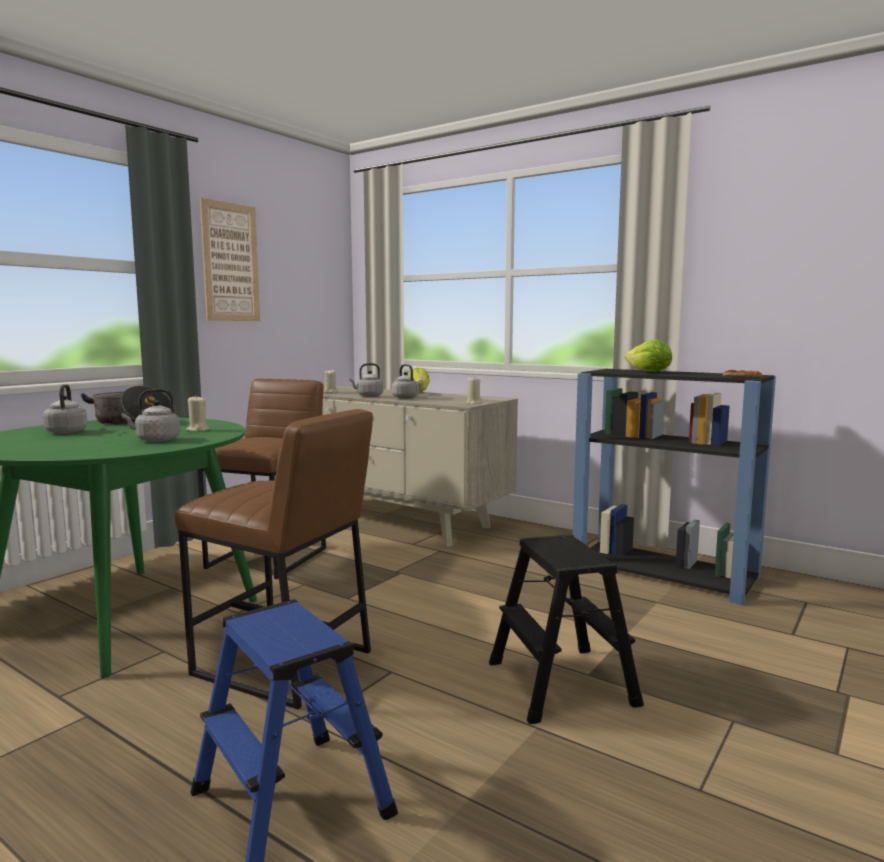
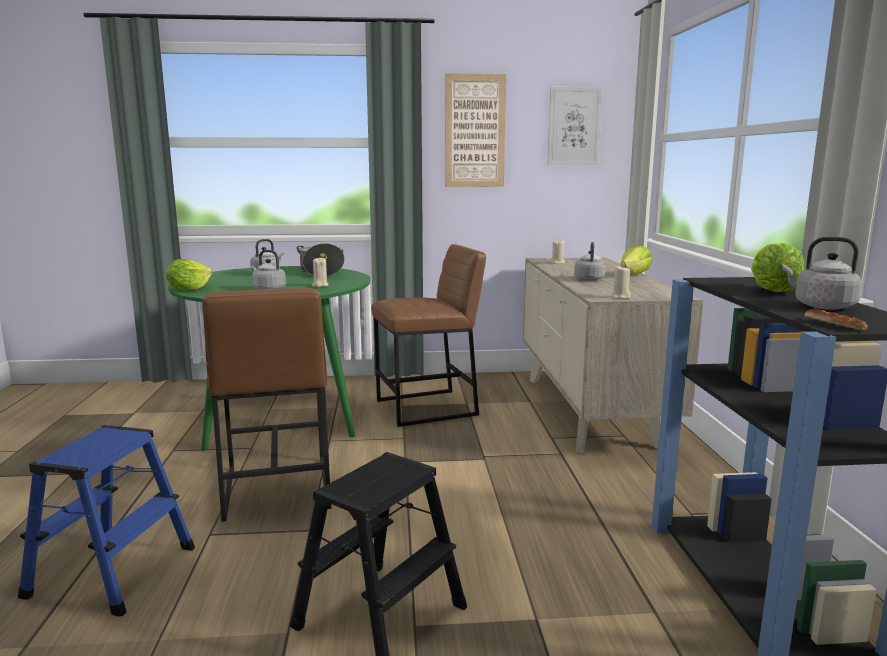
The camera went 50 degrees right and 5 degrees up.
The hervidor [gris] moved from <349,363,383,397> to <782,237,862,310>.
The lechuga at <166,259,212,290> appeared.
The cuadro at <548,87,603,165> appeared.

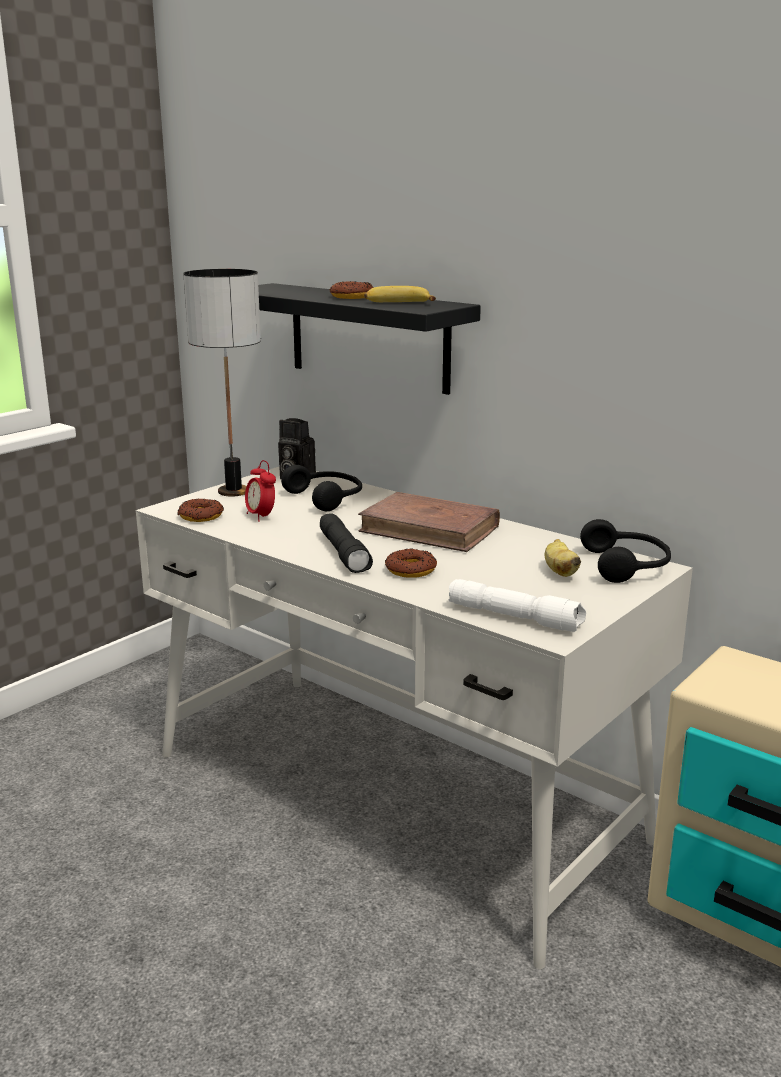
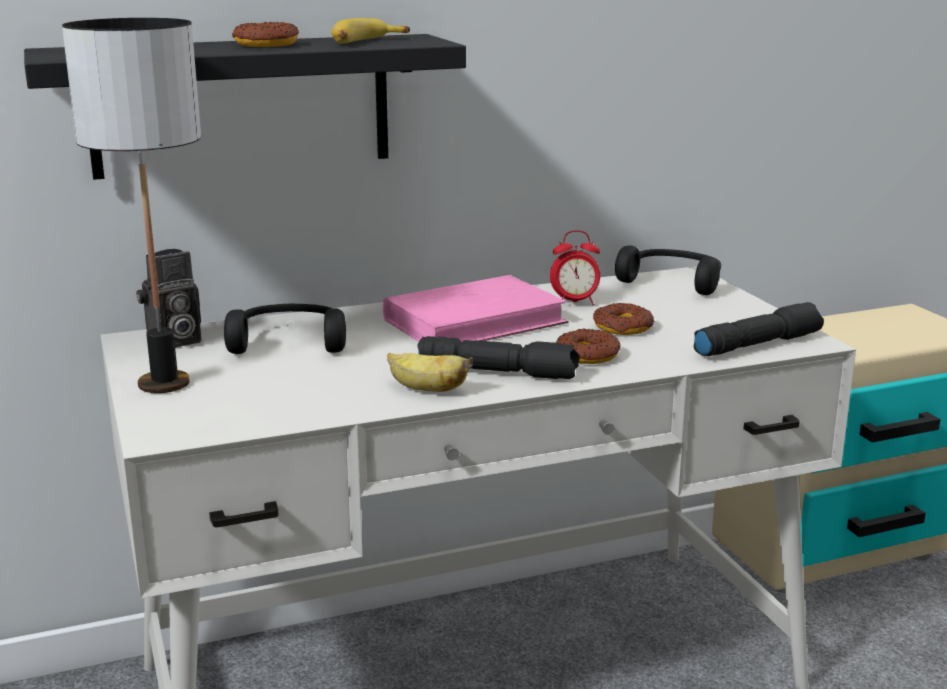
The camera went 60 degrees left and 0 degrees up.
The rosquilla moved from <177,498,224,522> to <593,303,655,335>.
The despertador moved from <245,460,276,522> to <550,230,600,305>.
The libro [marrón] at <358,492,500,552> became the libro [rosa] at <383,275,569,342>.
The linterna [blanco] at <449,579,586,632> became the linterna [negro] at <694,302,824,356>.
The plátano moved from <545,539,581,577> to <387,353,473,392>.

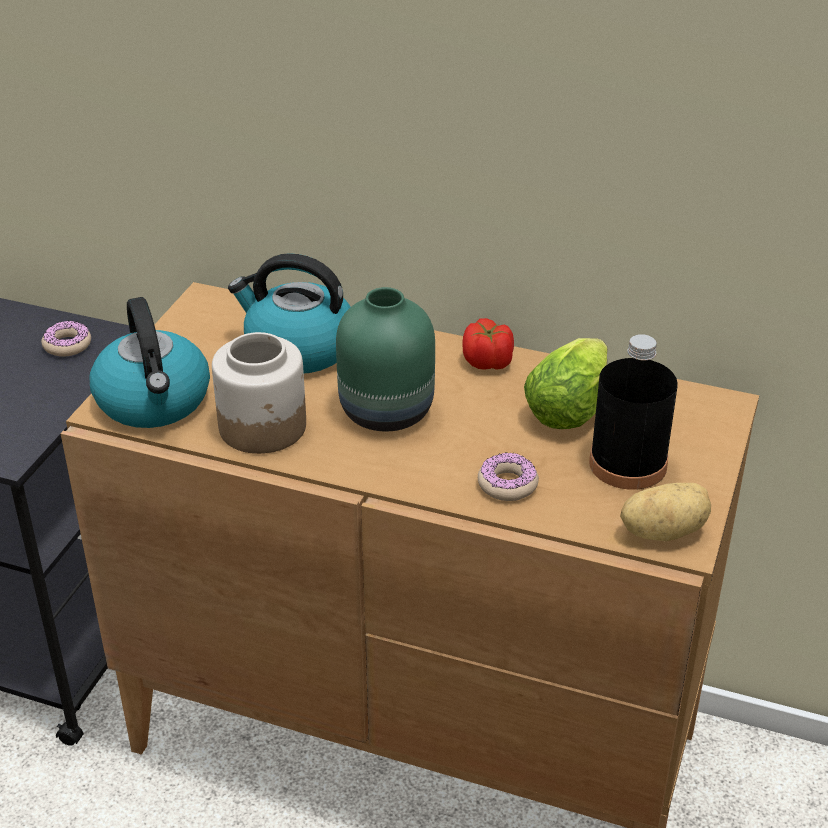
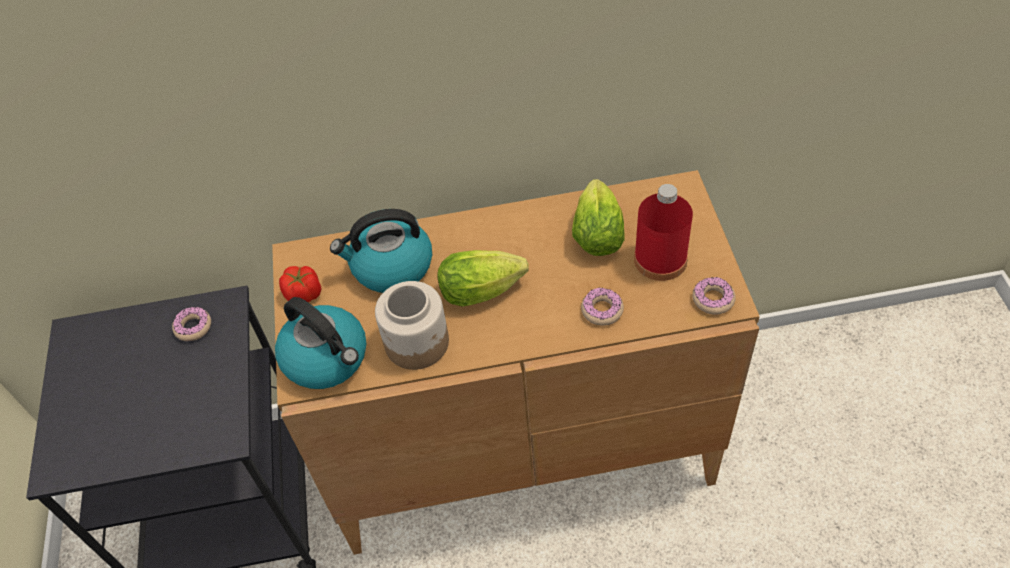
The camera went 25 degrees left and 15 degrees up.
The florero [verde] at <336,287,435,431> was replaced by the lechuga at <437,250,529,307>.
The tomate moved from <463,318,514,370> to <279,266,321,302>.
The botella [negro] at <589,334,678,490> became the botella [rojo] at <634,184,693,281>.
The patata at <620,483,711,541> was replaced by the rosquilla at <693,277,736,315>.

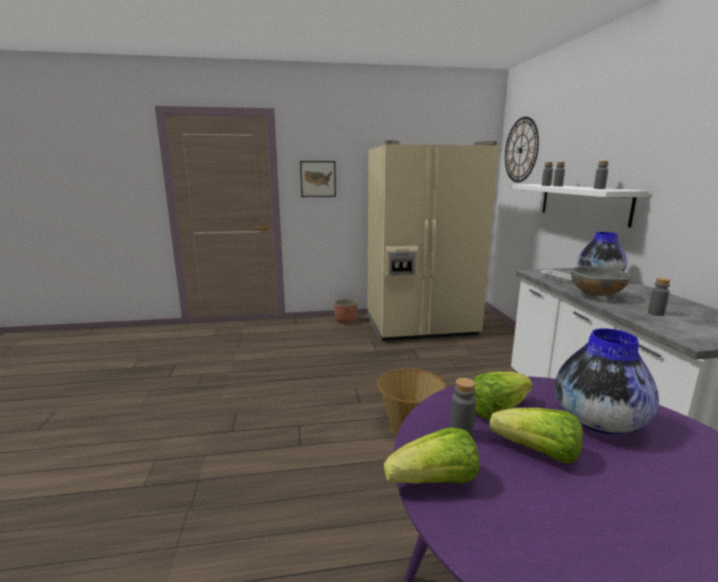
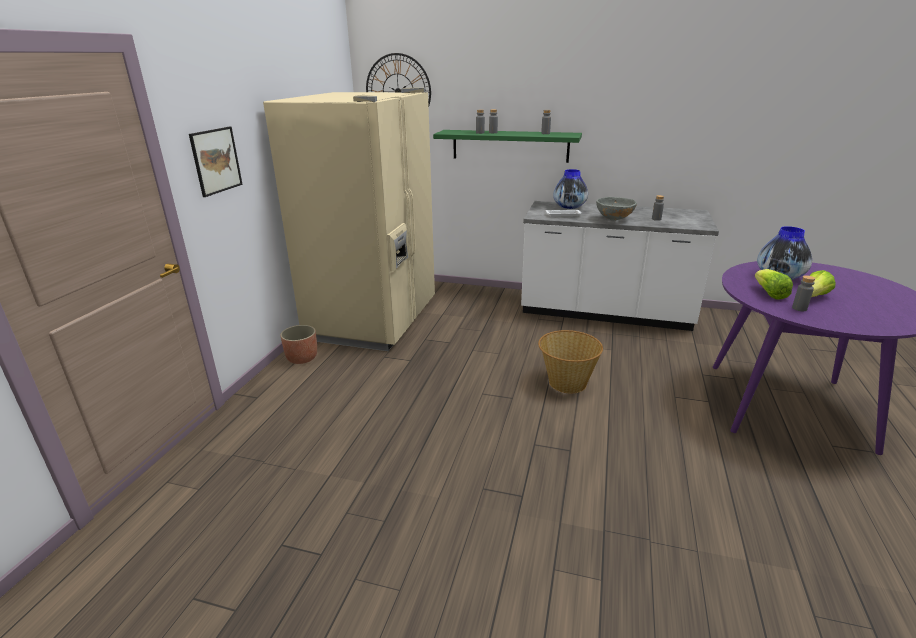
The camera went 65 degrees left and 10 degrees up.
The lechuga at <384,427,479,484> disappeared.
The estante [blanco] at <510,184,649,228> became the estante [verde] at <433,130,582,163>.

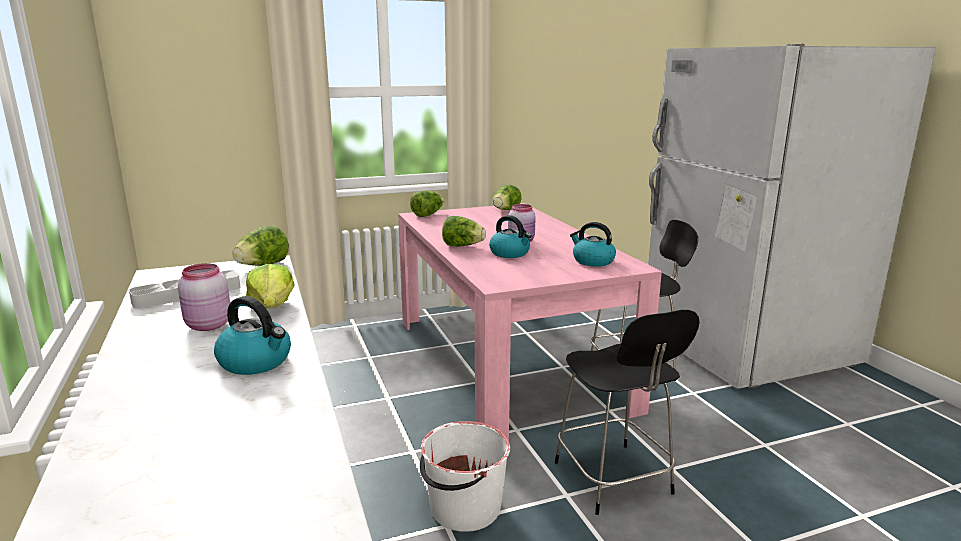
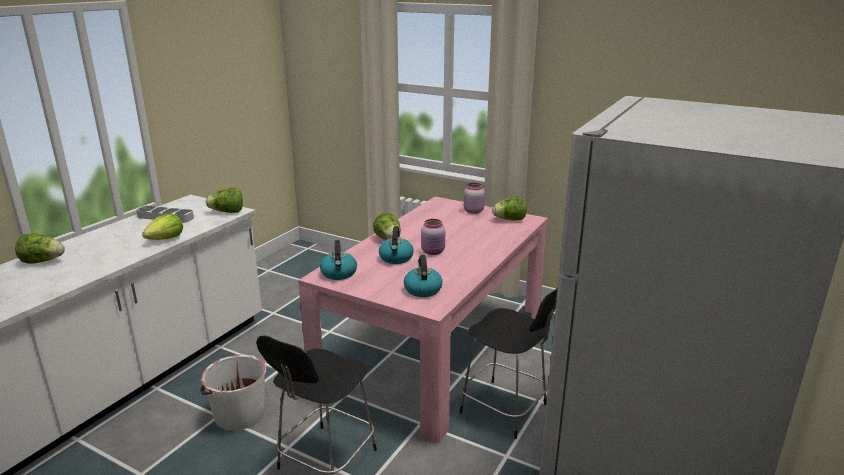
The camera went 50 degrees right and 5 degrees up.
The tarro [rosa] moved from <178,263,230,331> to <464,183,485,214>.
The hervidor moved from <214,296,291,375> to <320,240,357,280>.
The lechuga moved from <410,191,444,217> to <15,233,65,264>.

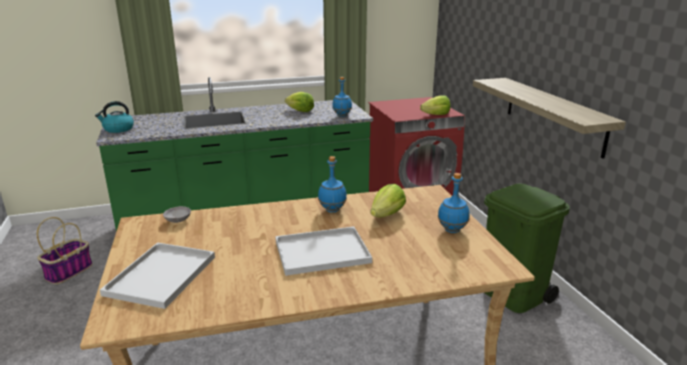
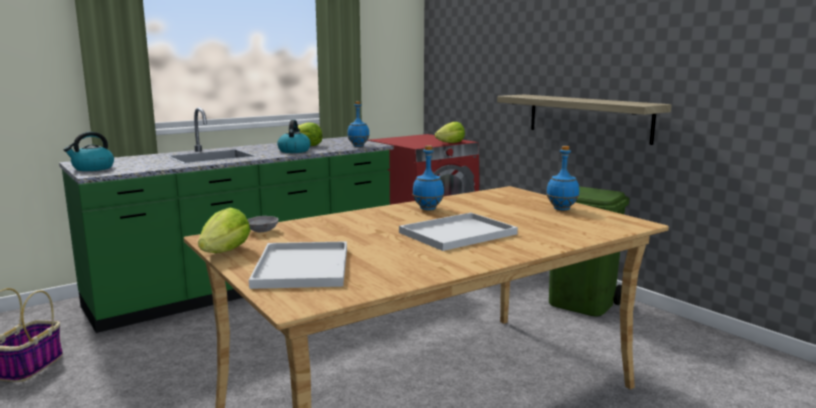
The camera went 20 degrees left and 10 degrees down.
The lechuga moved from <370,184,406,218> to <198,208,251,253>.
The hervidor at <277,120,311,153> appeared.

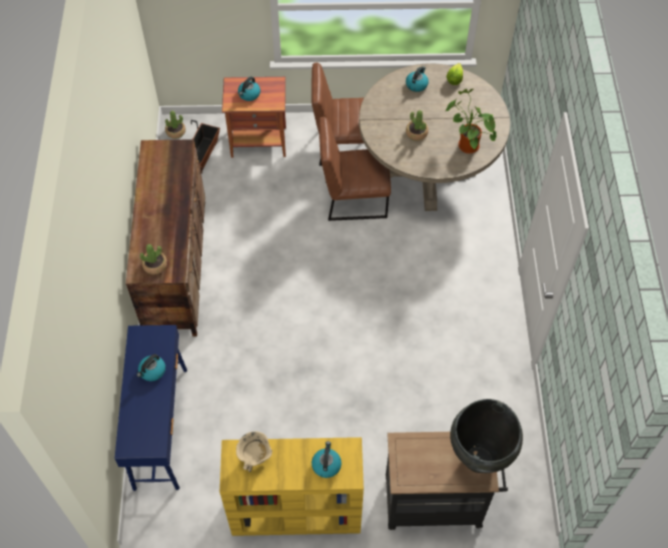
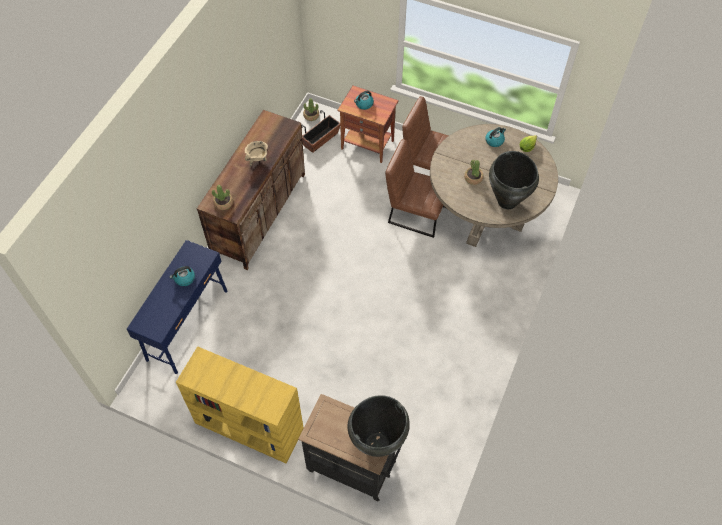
The camera went 25 degrees right and 0 degrees up.
The olla [beis] moved from <236,431,272,472> to <245,141,268,166>.
The hervidor at <312,441,341,478> disappeared.
The planta en maceta at <446,89,496,154> was replaced by the florero [negro] at <489,151,539,209>.

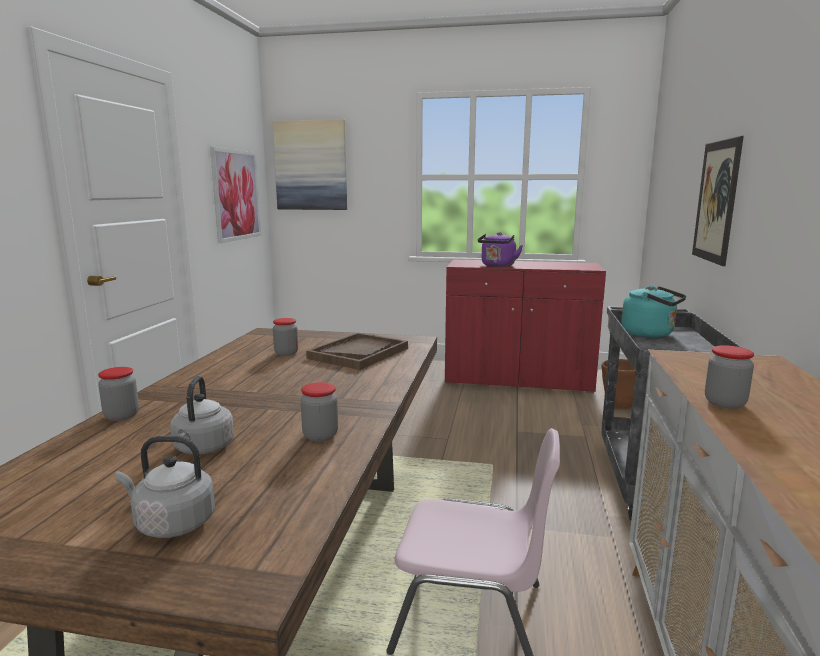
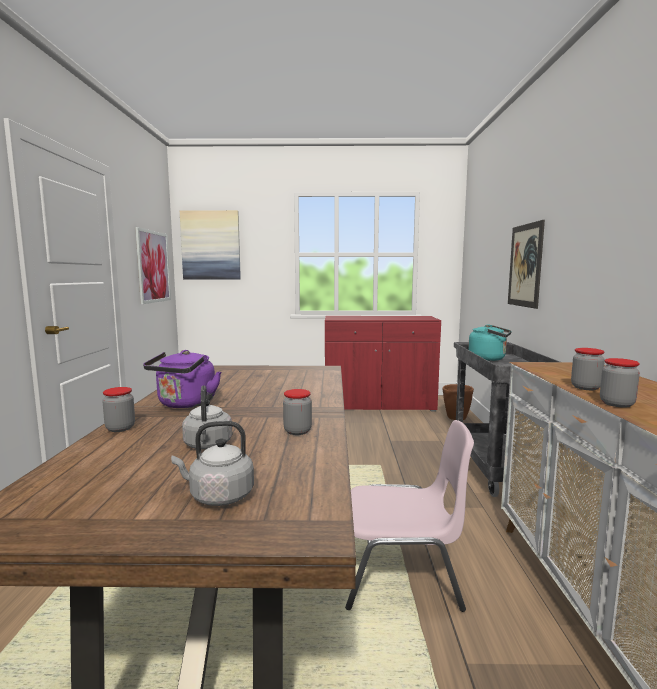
The camera went 10 degrees left and 5 degrees down.
The tarro moved from <273,318,298,356> to <600,358,640,408>.
The bandeja [marrón] at <306,333,408,370> disappeared.
The hervidor [morado] moved from <478,232,523,267> to <143,350,221,408>.

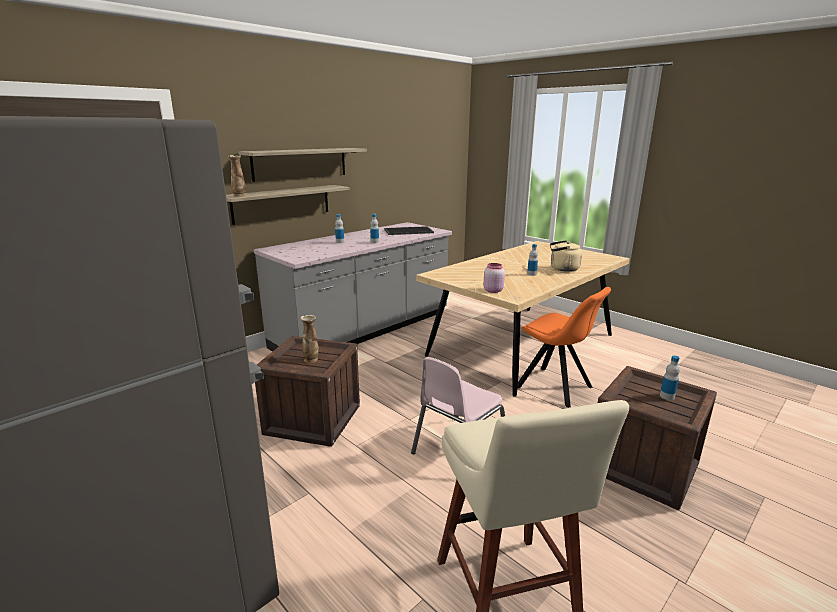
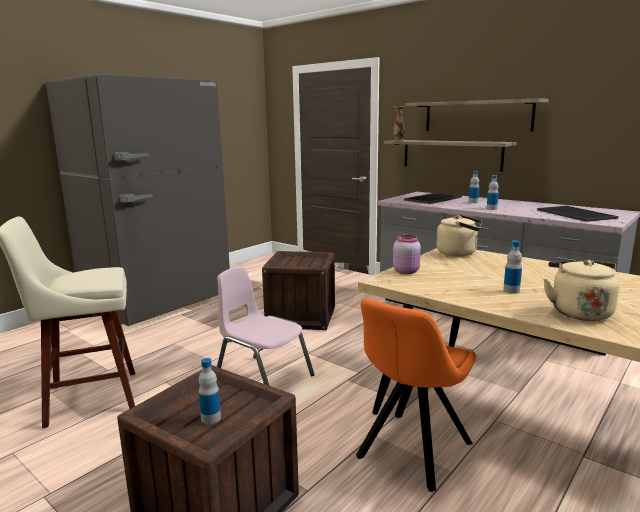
The camera went 85 degrees right and 5 degrees down.
The florero at <301,315,319,363> disappeared.
The bandeja at <404,193,462,204> appeared.
The hervidor [beis] at <436,215,482,256> appeared.

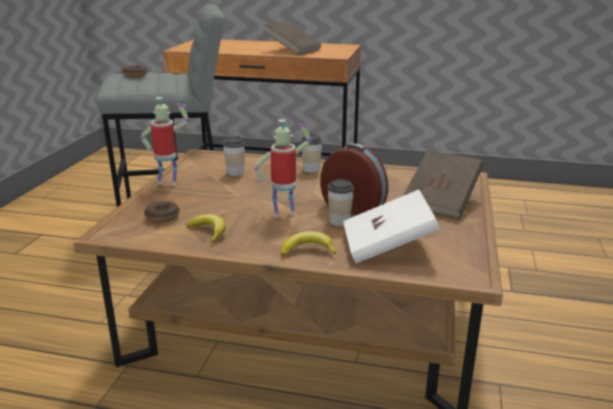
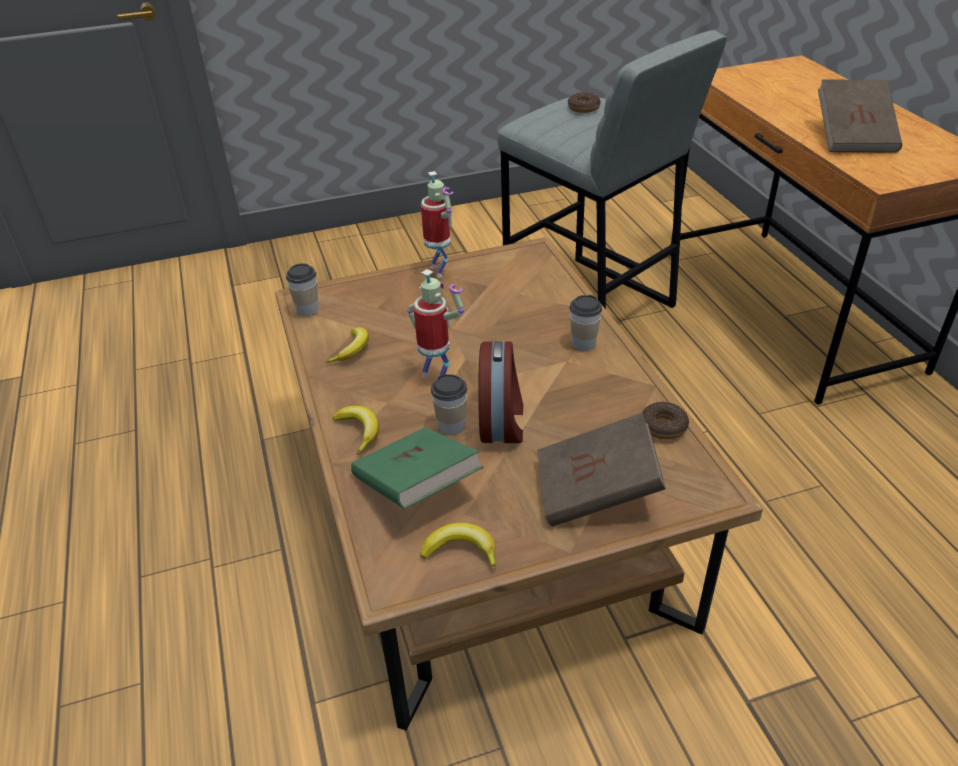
The camera went 60 degrees right and 15 degrees up.
The rosquilla moved from <144,201,179,223> to <643,402,689,440>.
The taza moved from <223,136,245,176> to <286,263,319,316>.
The libro [blanco] at <343,190,440,264> became the libro [verde] at <351,427,483,509>.
The plátano at <421,523,496,570> appeared.

